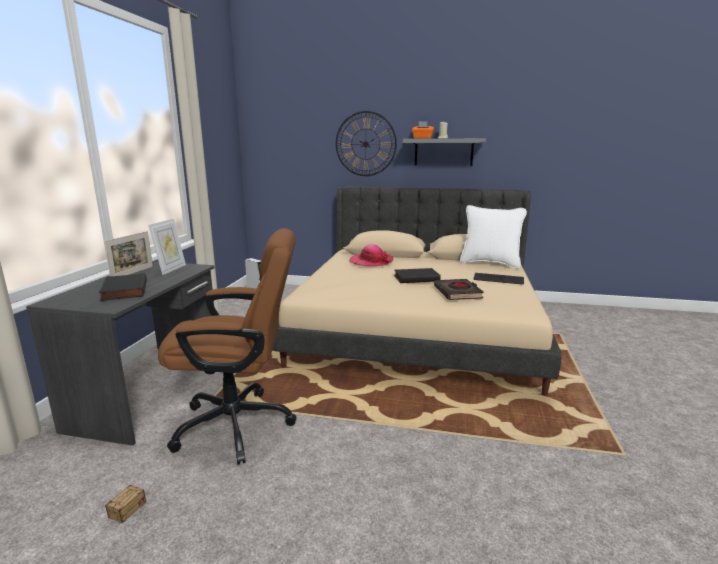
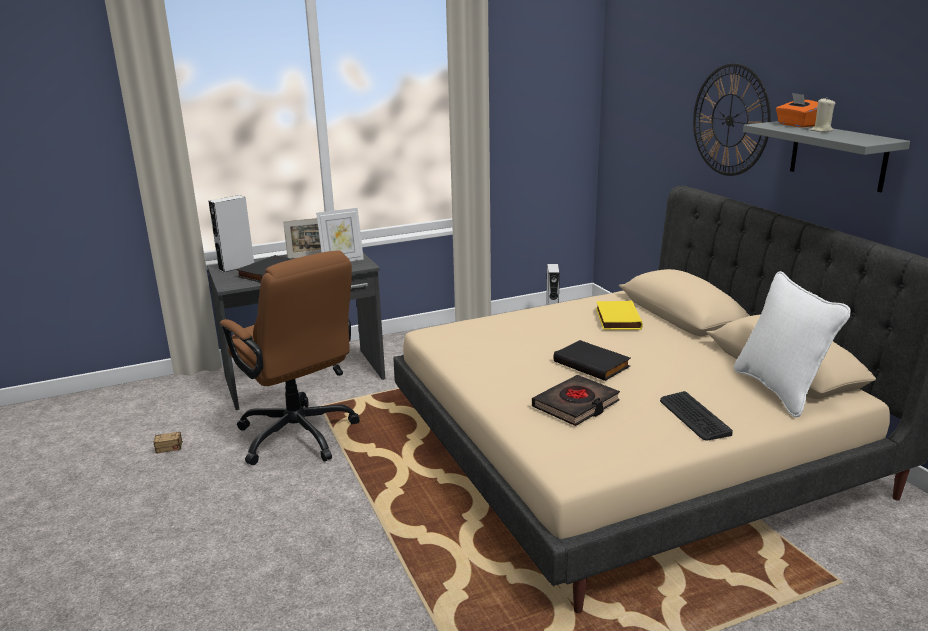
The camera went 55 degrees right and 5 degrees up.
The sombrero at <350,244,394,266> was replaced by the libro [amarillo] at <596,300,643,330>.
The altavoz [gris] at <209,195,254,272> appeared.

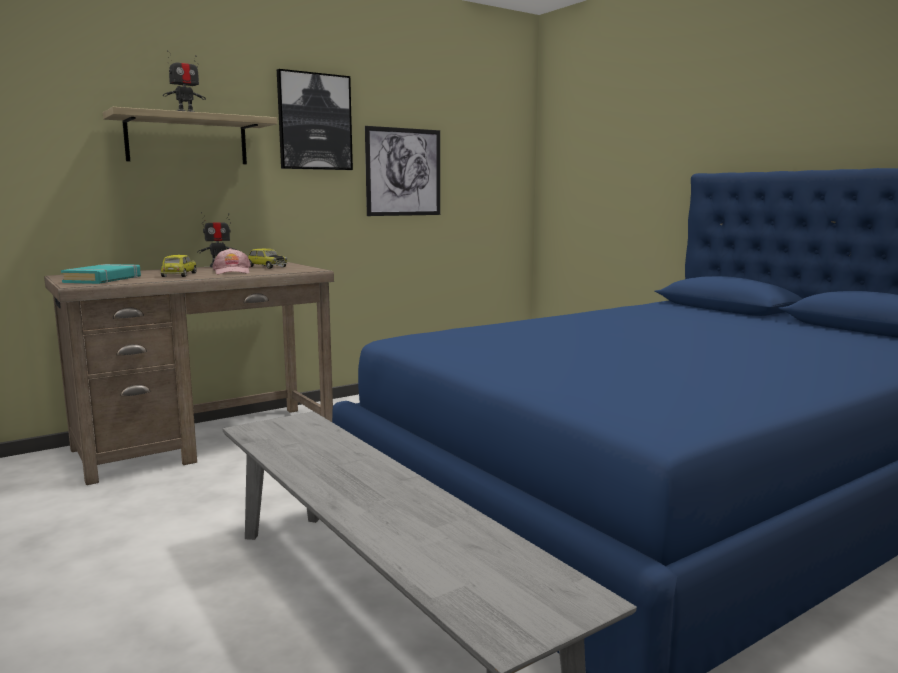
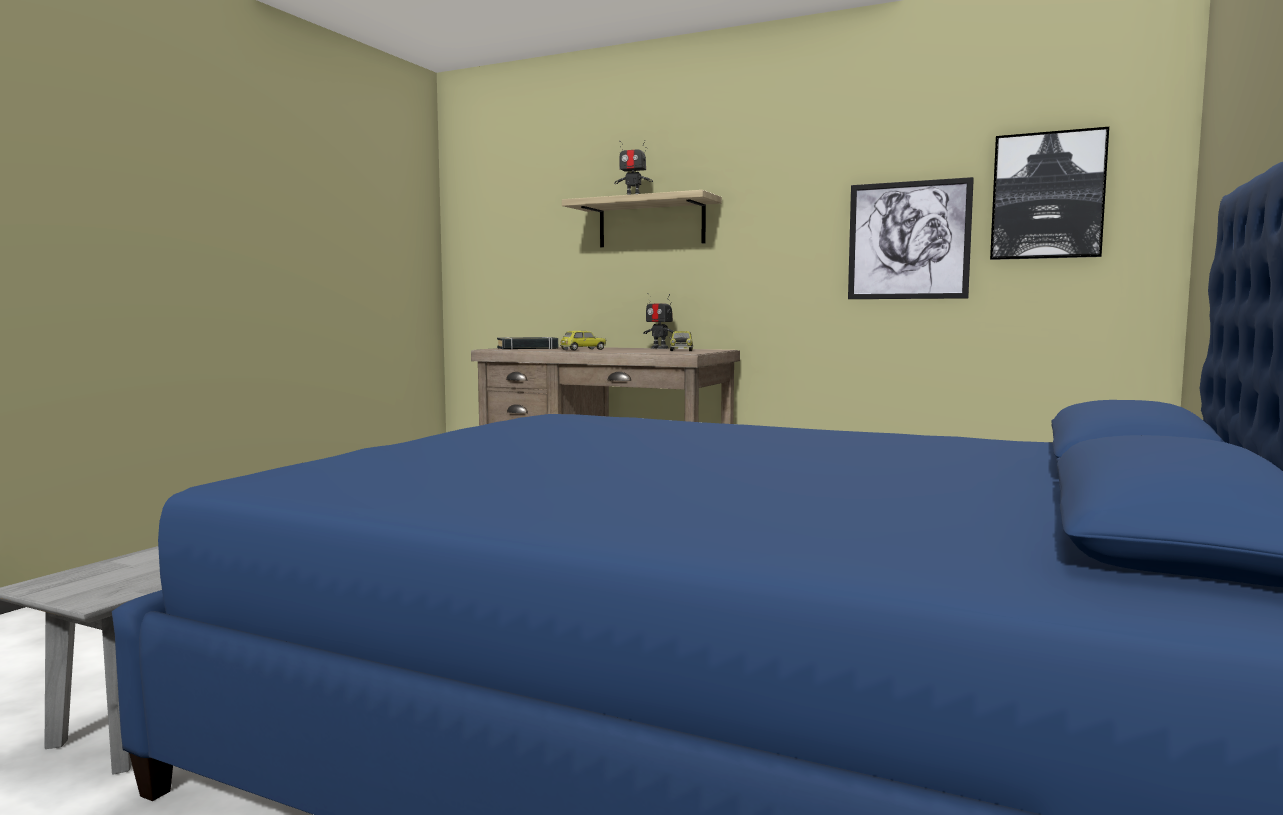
The camera went 60 degrees right and 5 degrees down.
The libro [turquesa] at <61,264,141,284> became the libro [negro] at <497,337,558,350>.
The gorra [rosa] at <212,248,251,274> disappeared.
The cuadro moved from <277,69,353,170> to <990,127,1109,260>.

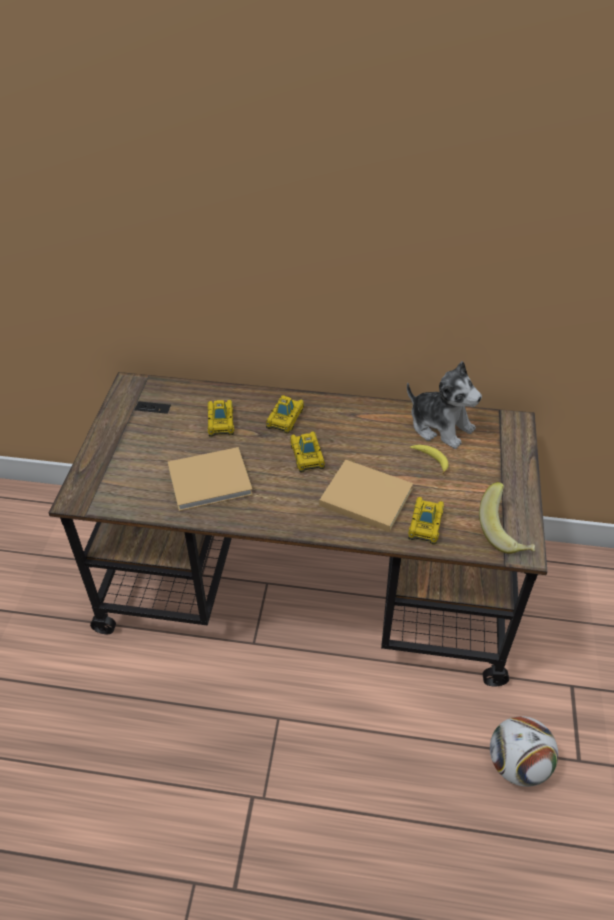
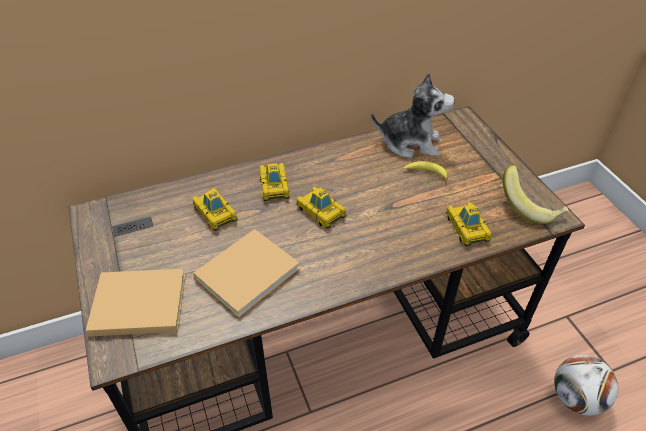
The camera went 30 degrees left and 0 degrees up.
The libro [beis] moved from <319,459,413,532> to <86,269,185,337>.

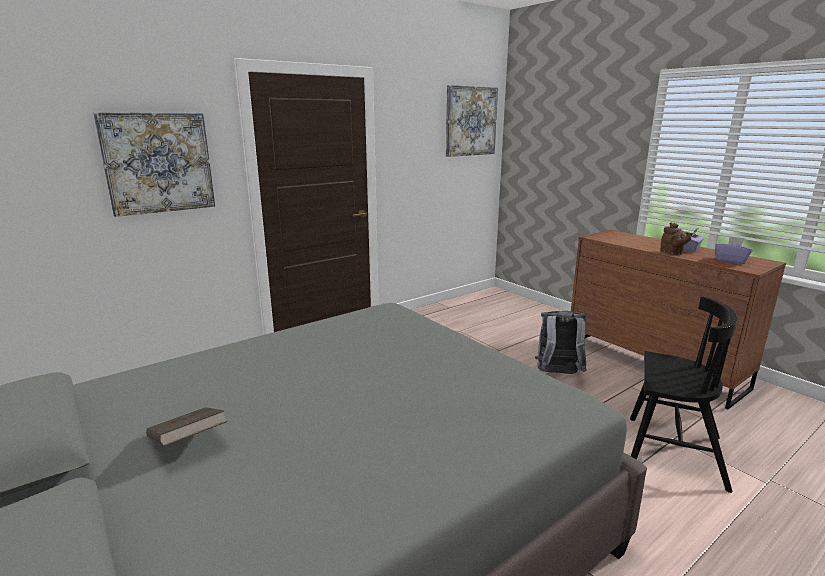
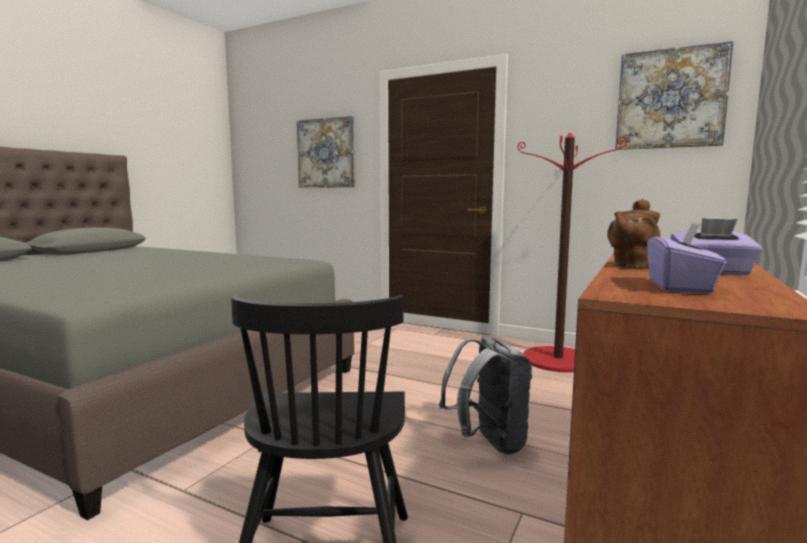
The camera went 65 degrees right and 10 degrees down.
The libro [marrón] at <146,407,227,446> disappeared.
The perchero [rojo] at <518,133,627,373> appeared.

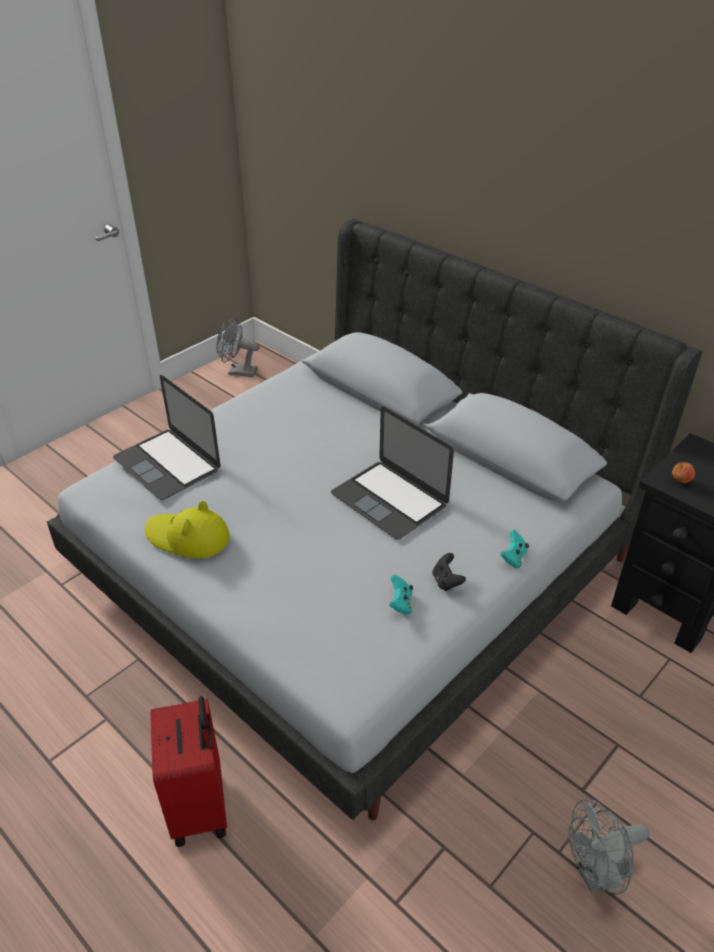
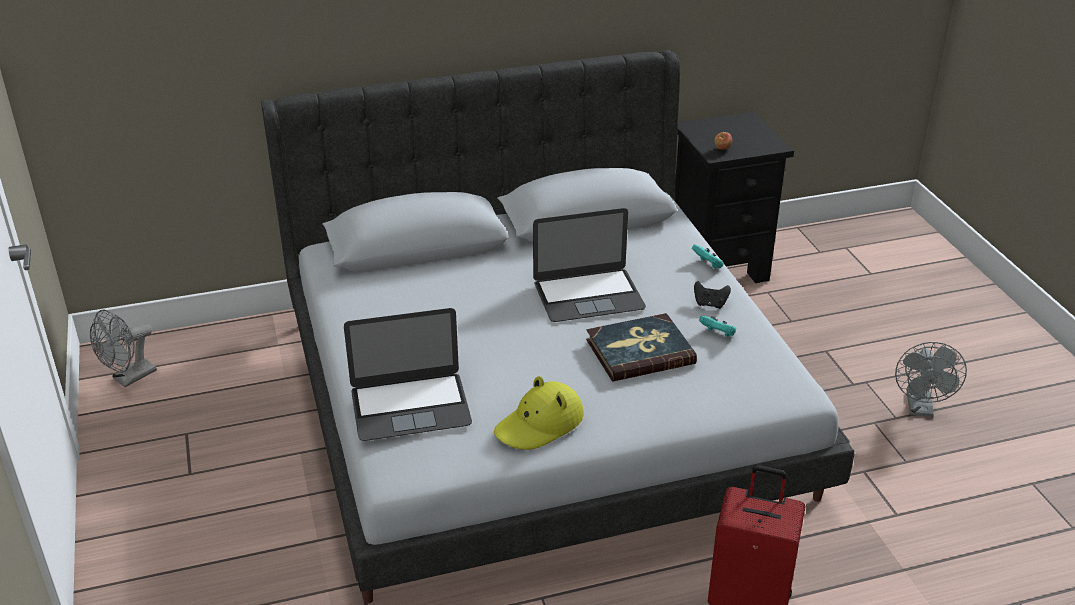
The camera went 60 degrees left and 5 degrees down.
The libro at <586,313,697,382> appeared.

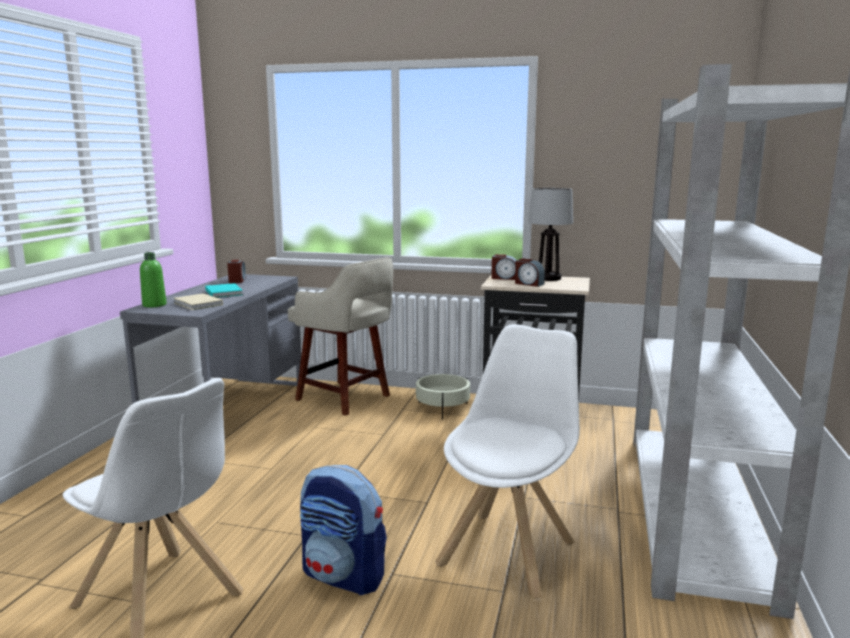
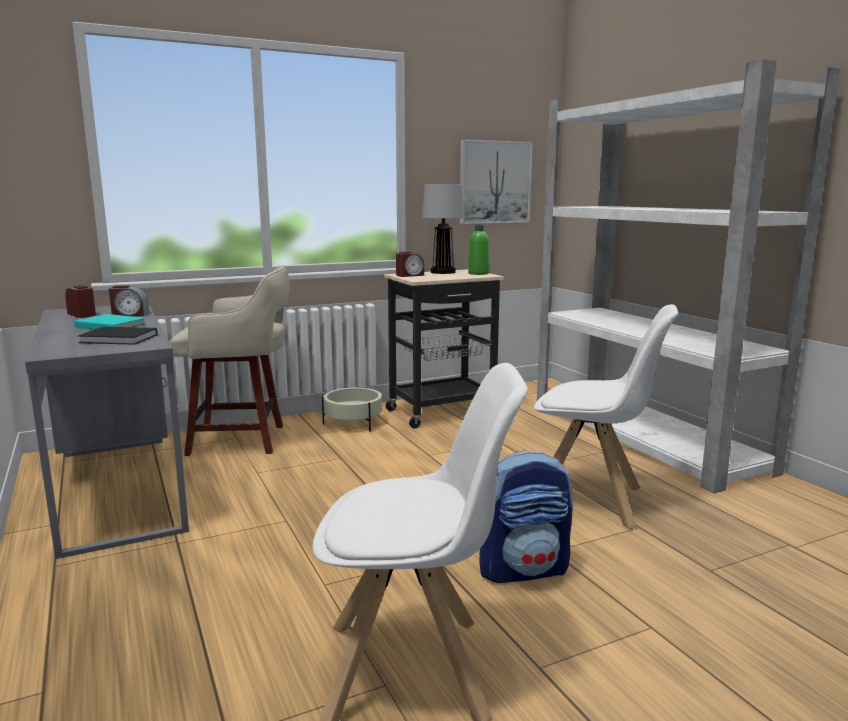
The camera went 40 degrees left and 0 degrees up.
The botella [verde] moved from <140,252,167,307> to <468,225,489,275>.
The libro [beis] at <173,293,223,310> became the libro [negro] at <78,327,157,345>.
The silla [blanco] at <435,324,580,599> turned 120 degrees clockwise.
The despertador moved from <515,258,545,287> to <109,285,149,316>.
The cuadro at <460,139,533,224> appeared.

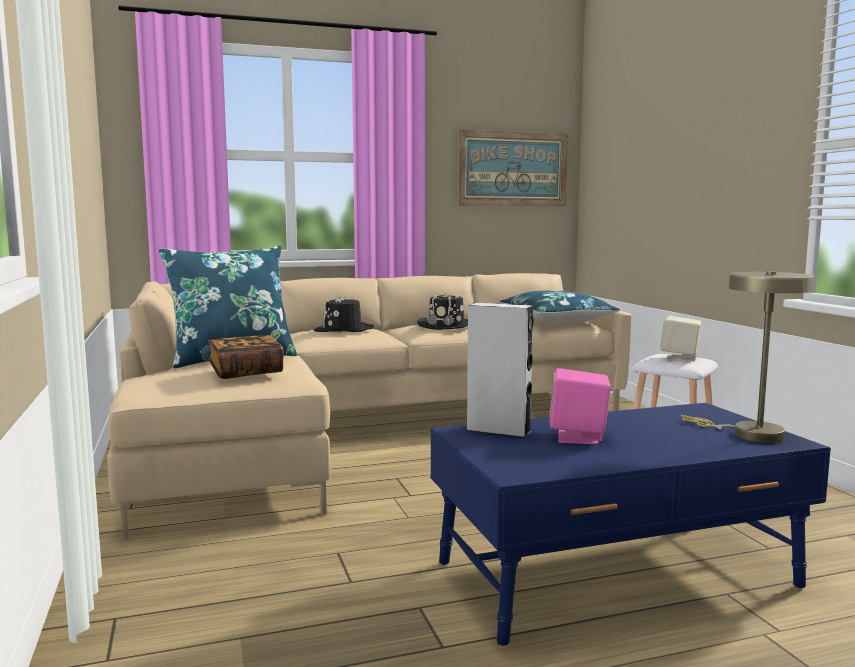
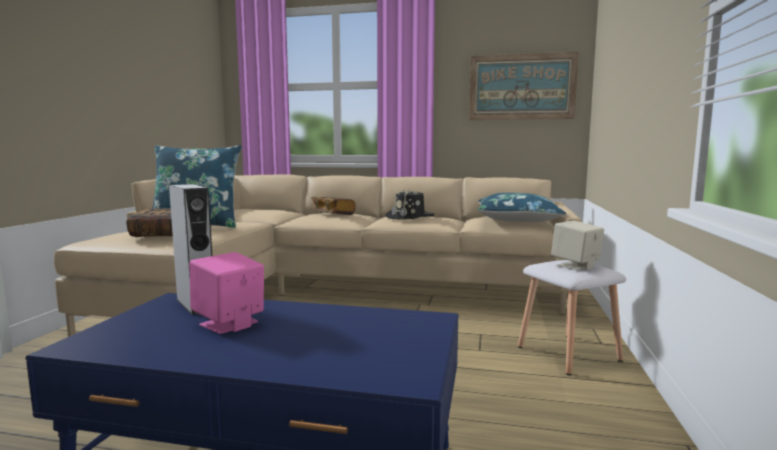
The camera went 30 degrees right and 0 degrees up.
The sombrero [negro] at <314,295,374,332> was replaced by the libro at <311,197,355,215>.
The lámpara de mesa [beis] at <681,271,814,443> disappeared.

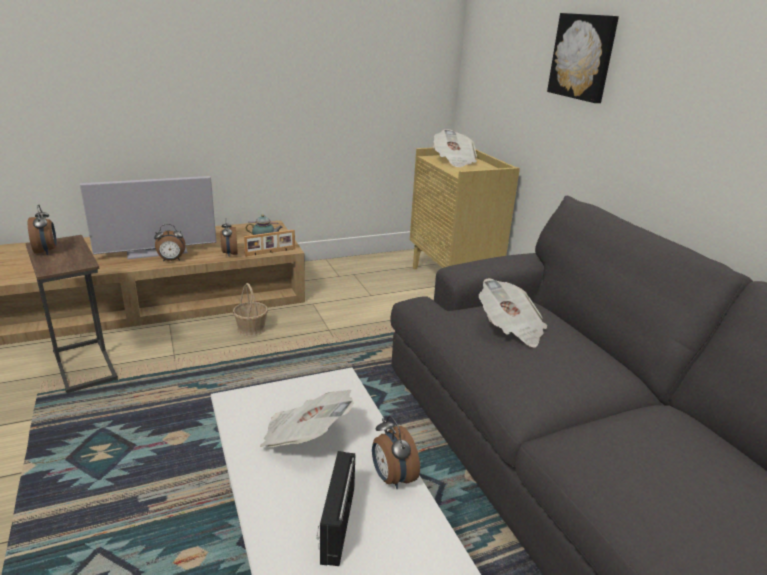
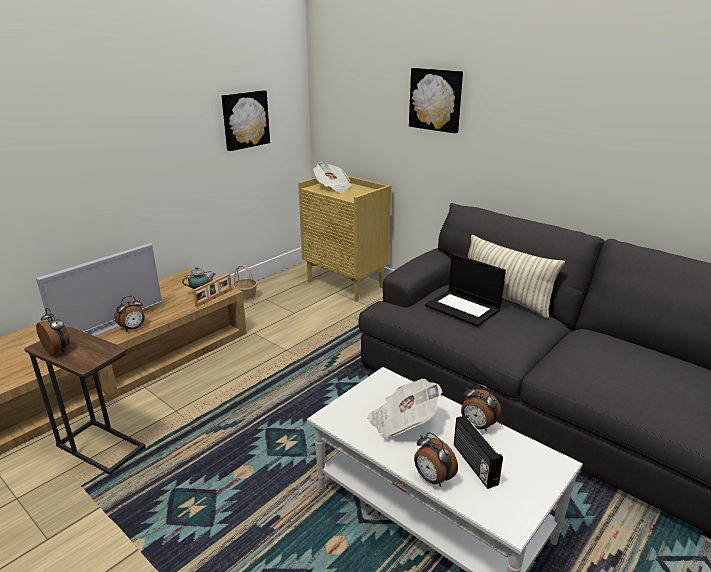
The camera went 25 degrees left and 0 degrees up.
The despertador moved from <220,221,238,256> to <414,432,458,487>.
The cesta moved from <233,283,268,336> to <232,265,257,303>.
The periódico at <479,278,547,348> was replaced by the portátil at <425,253,506,327>.
The cuadro at <222,90,270,151> appeared.
The cojín at <468,235,565,318> appeared.

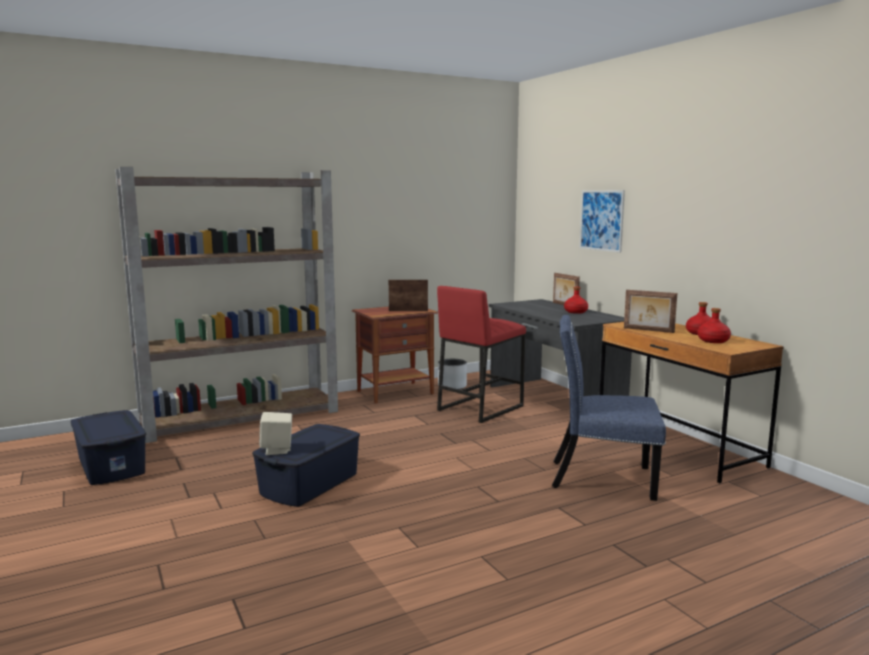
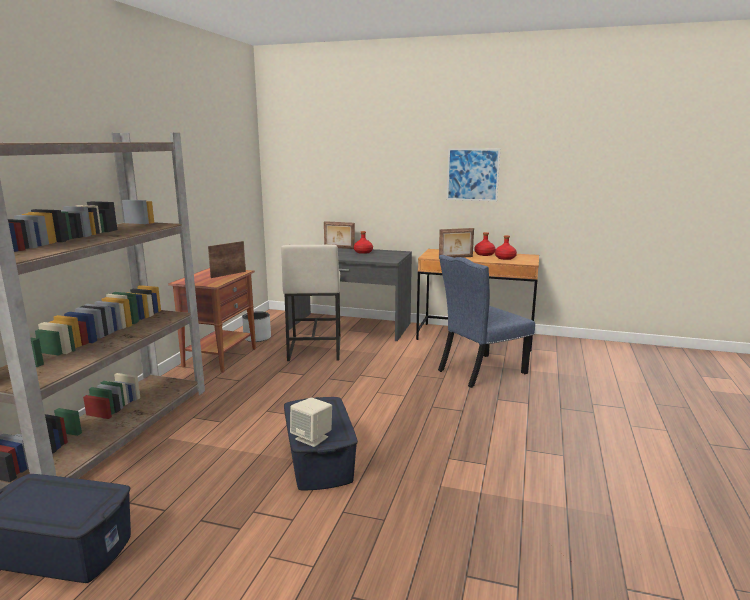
The camera went 45 degrees left and 5 degrees up.
The taburete [rojo] at <437,286,526,423> became the taburete [beis] at <281,245,340,361>.
The cuadro moved from <580,190,625,252> to <447,148,500,201>.

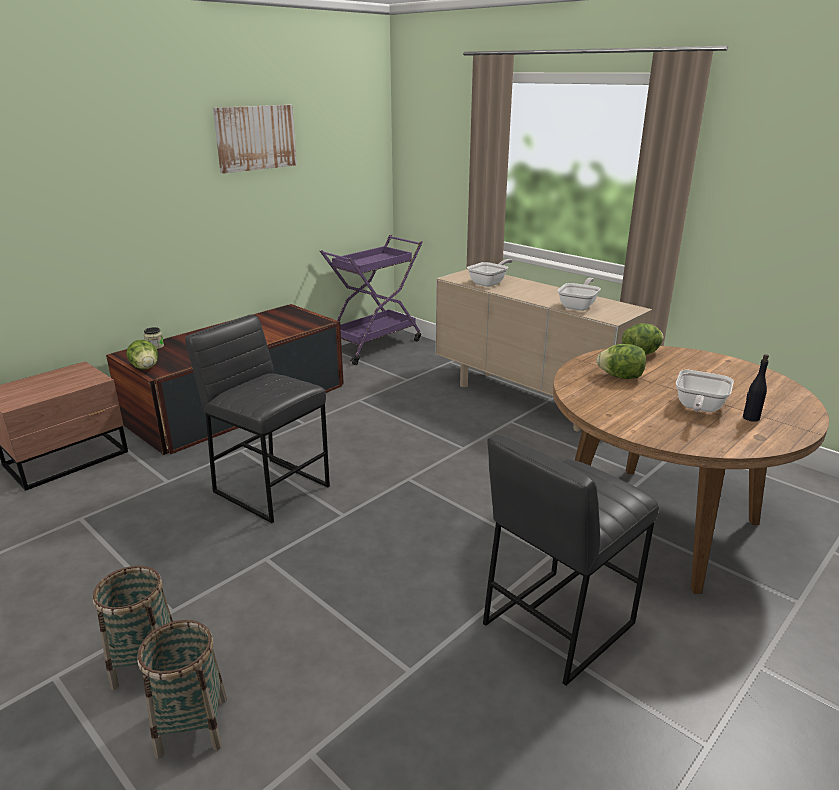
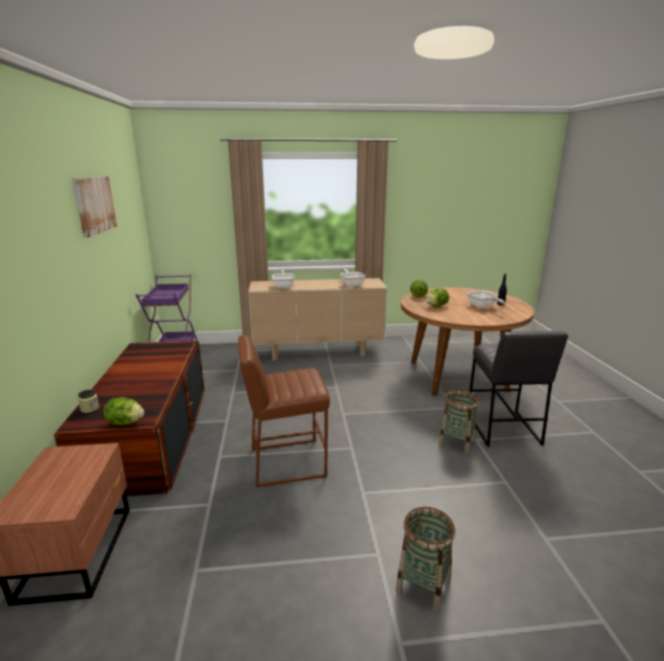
The camera went 50 degrees left and 5 degrees down.
The cesta moved from <137,620,227,759> to <439,390,479,454>.
The taburete [gris] at <185,315,330,523> became the taburete [marrón] at <238,335,330,487>.

